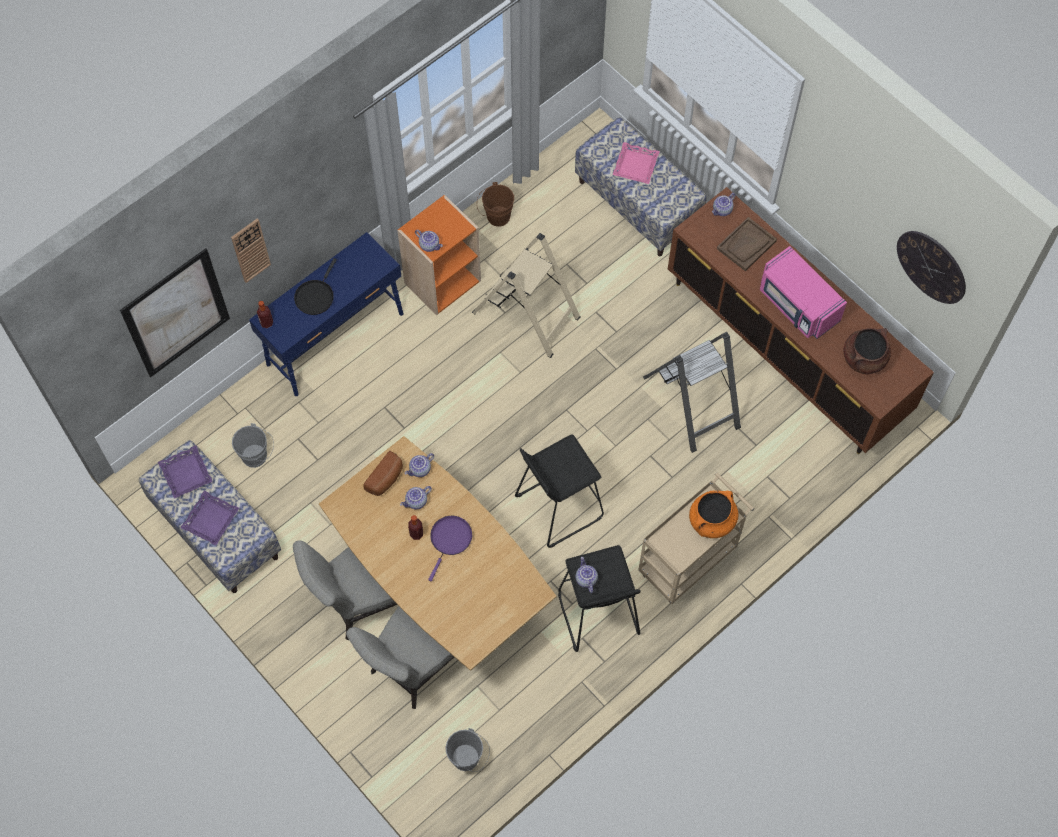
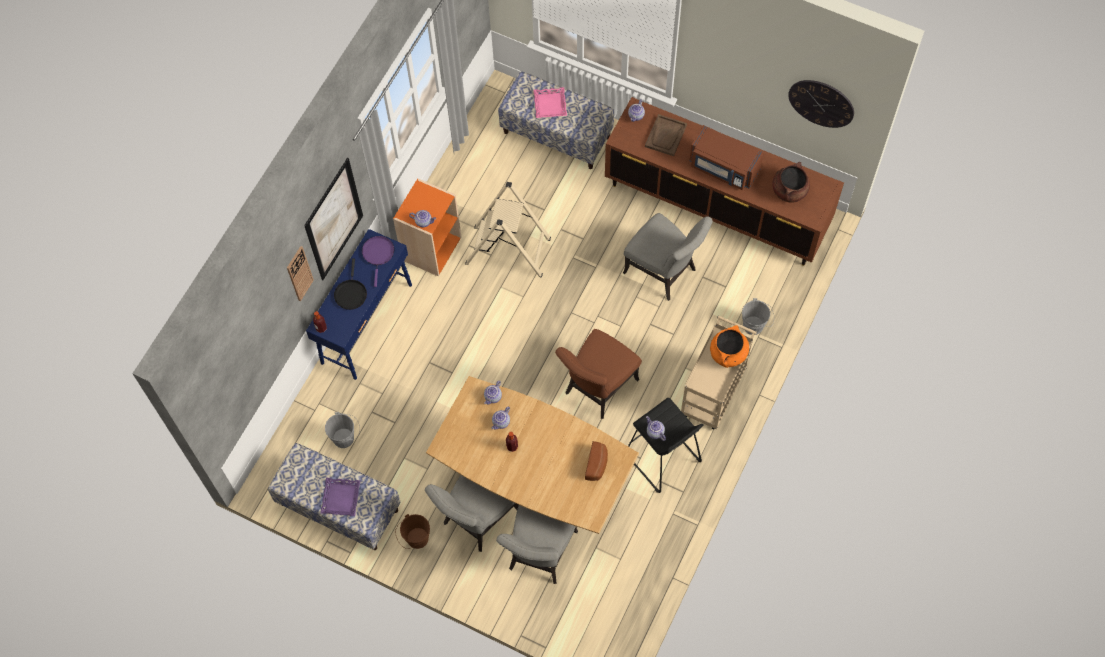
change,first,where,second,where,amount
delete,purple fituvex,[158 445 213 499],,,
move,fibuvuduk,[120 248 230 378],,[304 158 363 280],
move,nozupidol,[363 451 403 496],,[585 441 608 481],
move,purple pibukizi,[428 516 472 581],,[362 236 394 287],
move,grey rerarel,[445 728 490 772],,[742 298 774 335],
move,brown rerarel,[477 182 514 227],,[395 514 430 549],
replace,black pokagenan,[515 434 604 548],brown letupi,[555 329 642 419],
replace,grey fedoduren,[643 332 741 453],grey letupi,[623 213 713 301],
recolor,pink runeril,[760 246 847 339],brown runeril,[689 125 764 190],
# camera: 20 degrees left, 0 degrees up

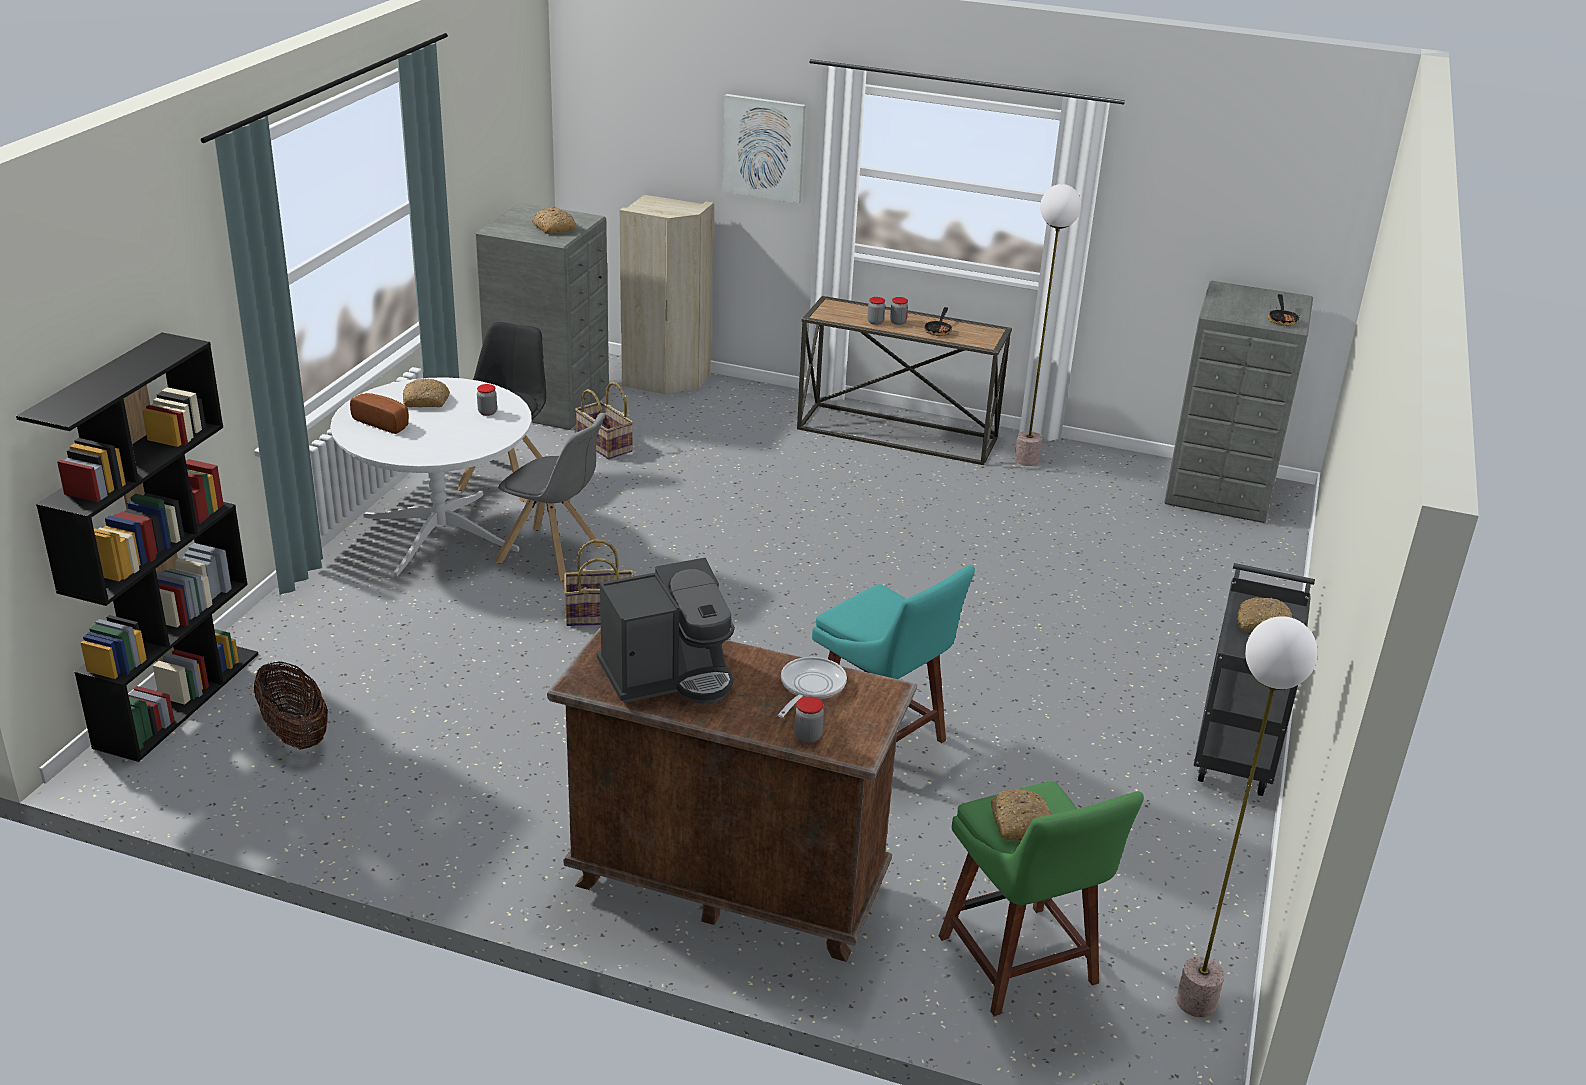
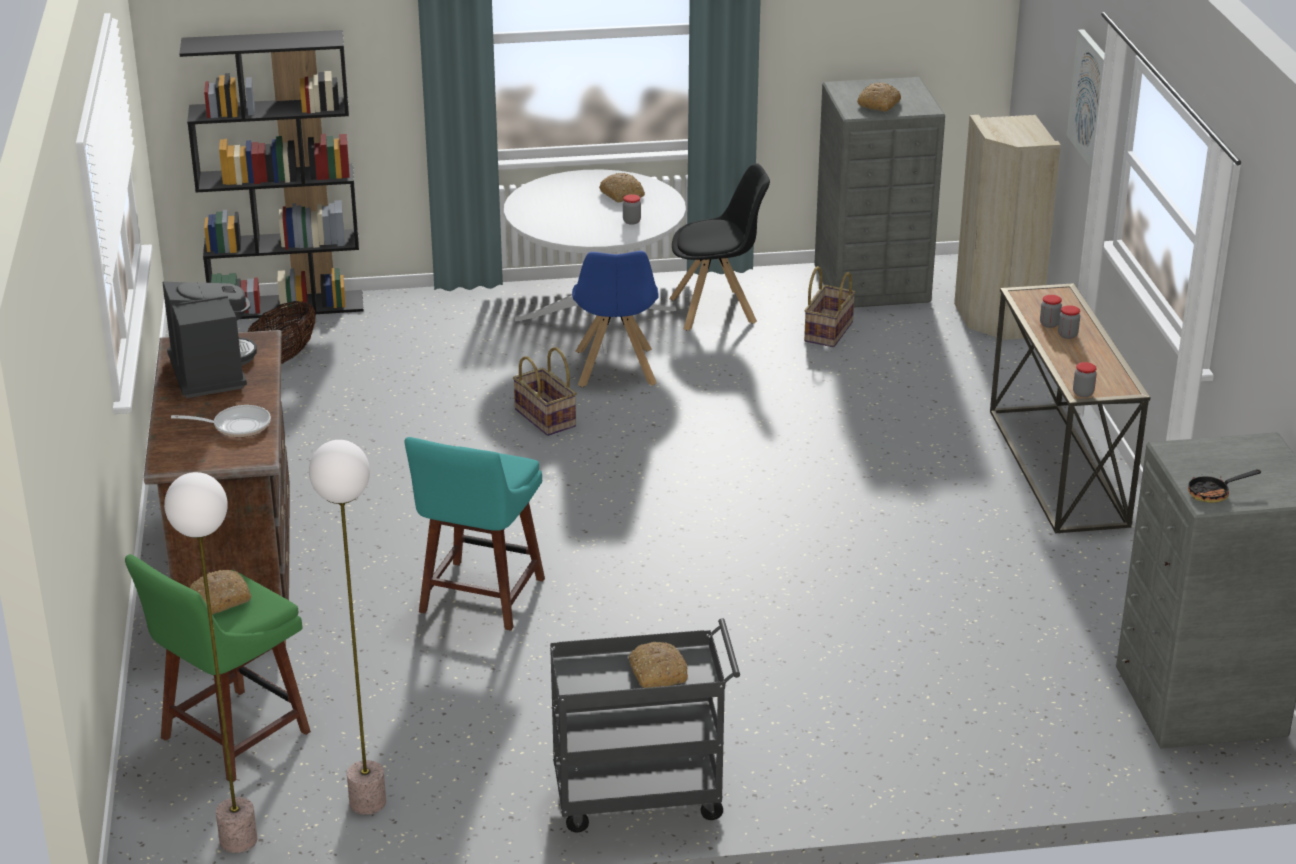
change,first,where,second,where,amount
delete,nozupidol,[350 393 409 434],,,
delete,pibukizi,[924 307 952 336],,,
move,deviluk,[794 696 824 743],,[1073 362 1097 397],
move,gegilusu,[1014 184 1081 466],,[309 440 386 815],
recolor,grey letupi,[495 413 606 581],blue letupi,[572 251 659 387],
rotate,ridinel,[597 558 735 704],,[163 281 257 398],150 degrees counterclockwise
# camera: 65 degrees right, 0 degrees up

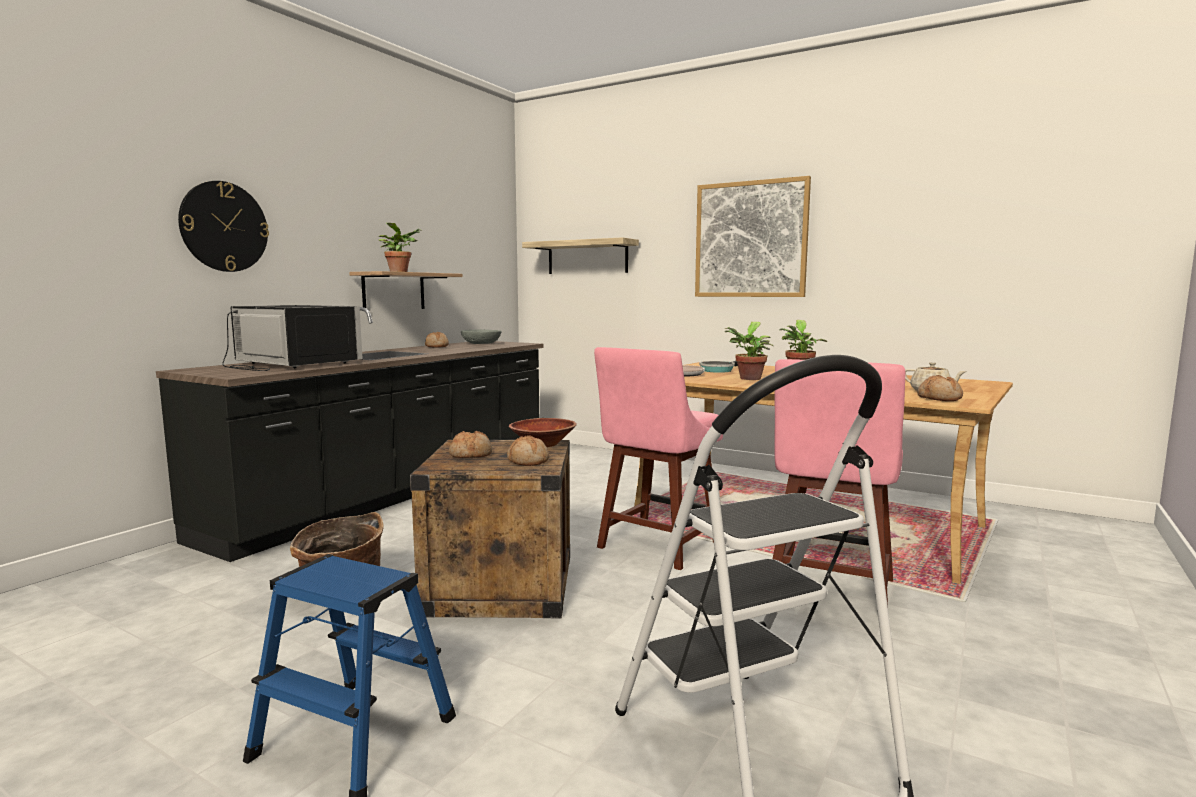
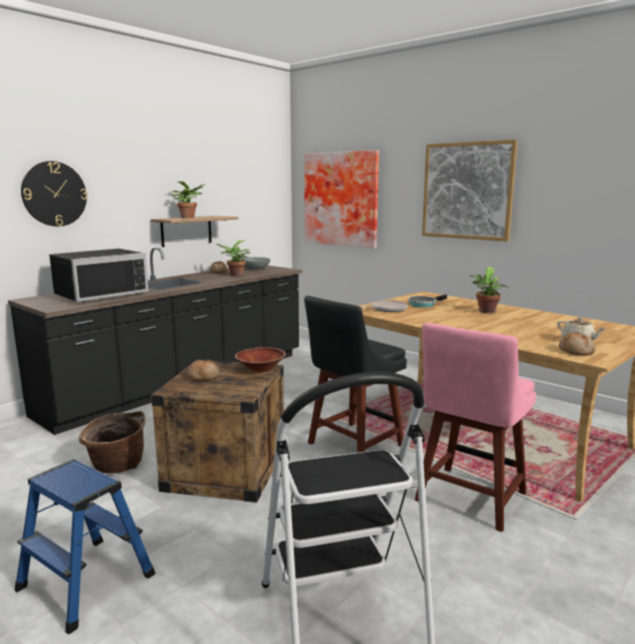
change,first,where,second,where,amount
delete,nozupidol,[507 435 549 466],,,
move,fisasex,[725 322 773 380],,[216 240 250 276],
replace,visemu,[522 237 639 274],fibuvuduk,[304 150 379 249],
recolor,pink letupi,[594 347 723 570],black letupi,[304 296 407 453],
rotate,black runeril,[222 305 363 371],,[49 249 148 302],90 degrees clockwise
# camera: 10 degrees right, 5 degrees up

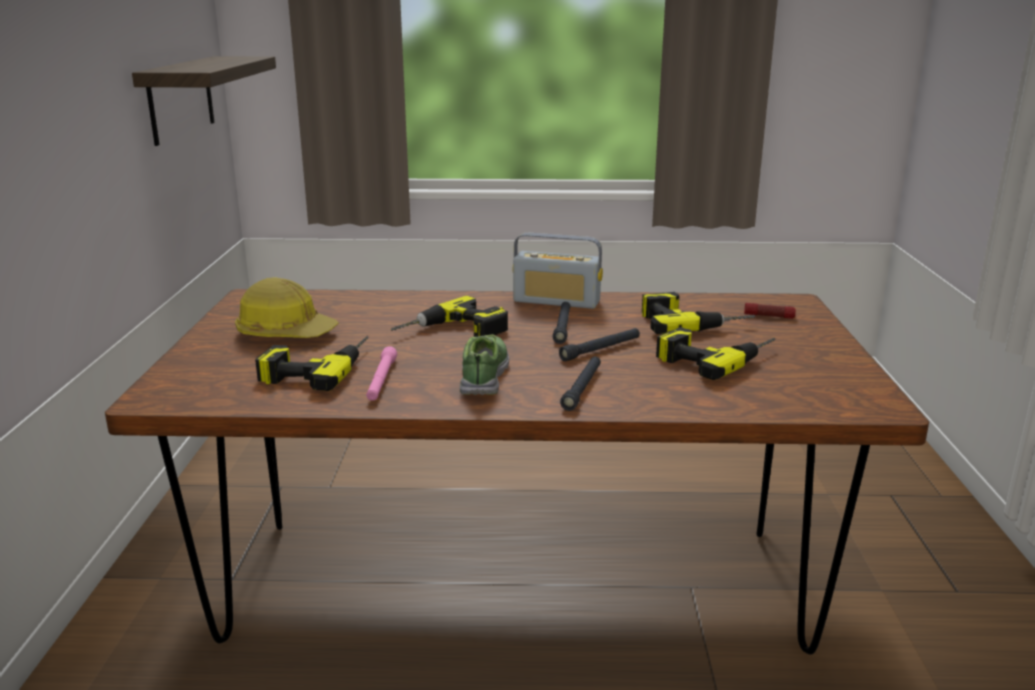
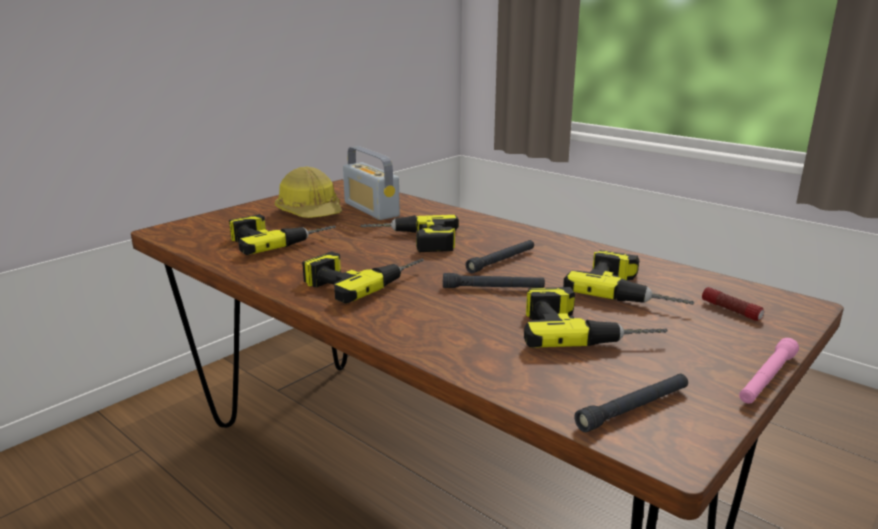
change,first,where,second,where,amount
delete,visemu,[132 56 276 146],,,
move,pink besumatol,[366 346 397 401],,[739 338 799 404],
move,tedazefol,[512 233 603 309],,[343 146 400 220],
move,black besumatol,[560 357 601 411],,[575 374 688 432],
replace,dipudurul,[460 334 509 395],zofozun,[302 251 424 304],
# camera: 40 degrees right, 0 degrees up

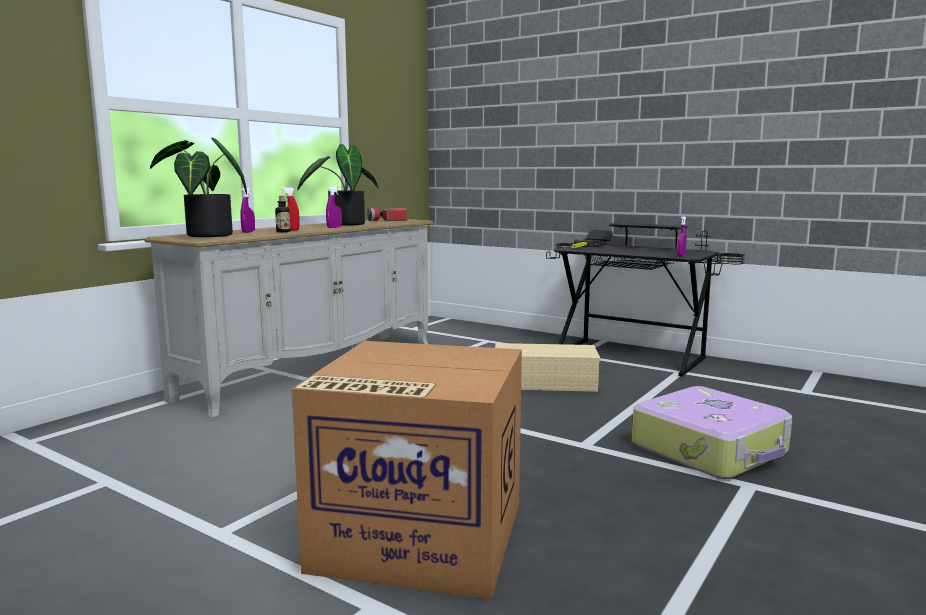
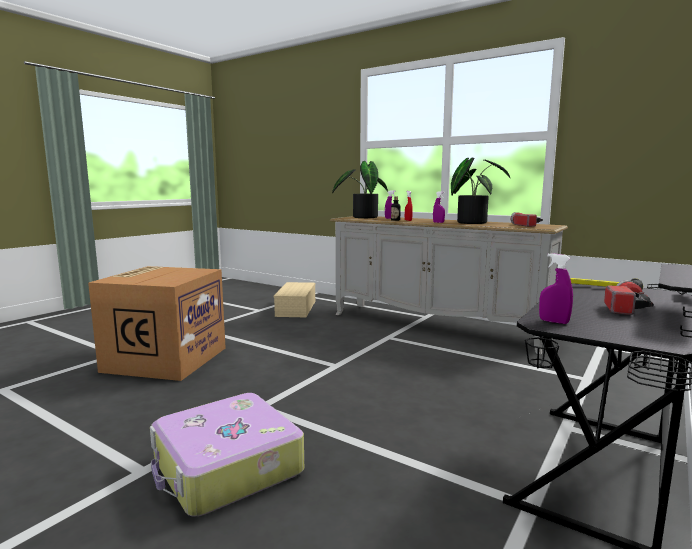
change,first,where,second,where,amount
insert,,,besumatol,[604 280 654 315],
move,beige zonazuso,[495 343 600 392],,[274 282 315 317],
# camera: 90 degrees right, 0 degrees up

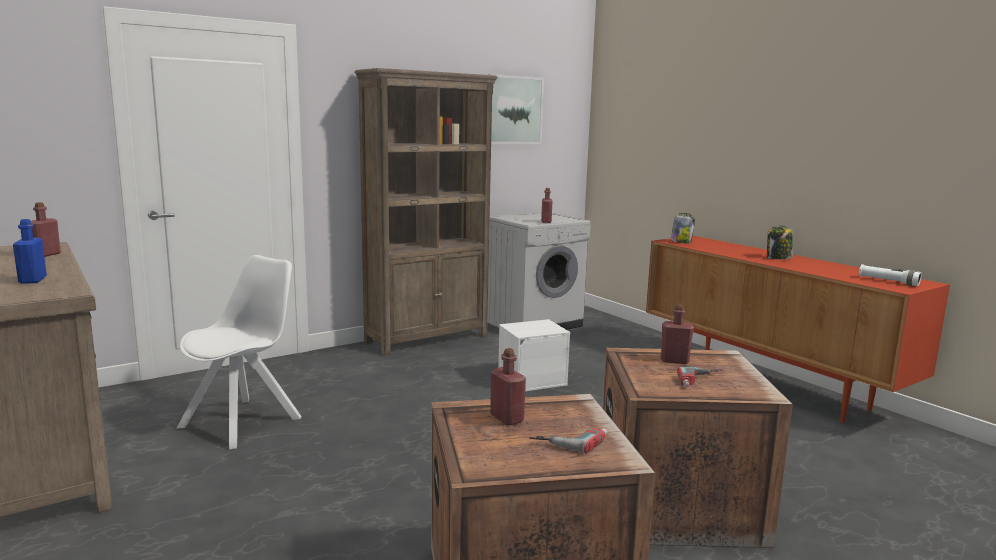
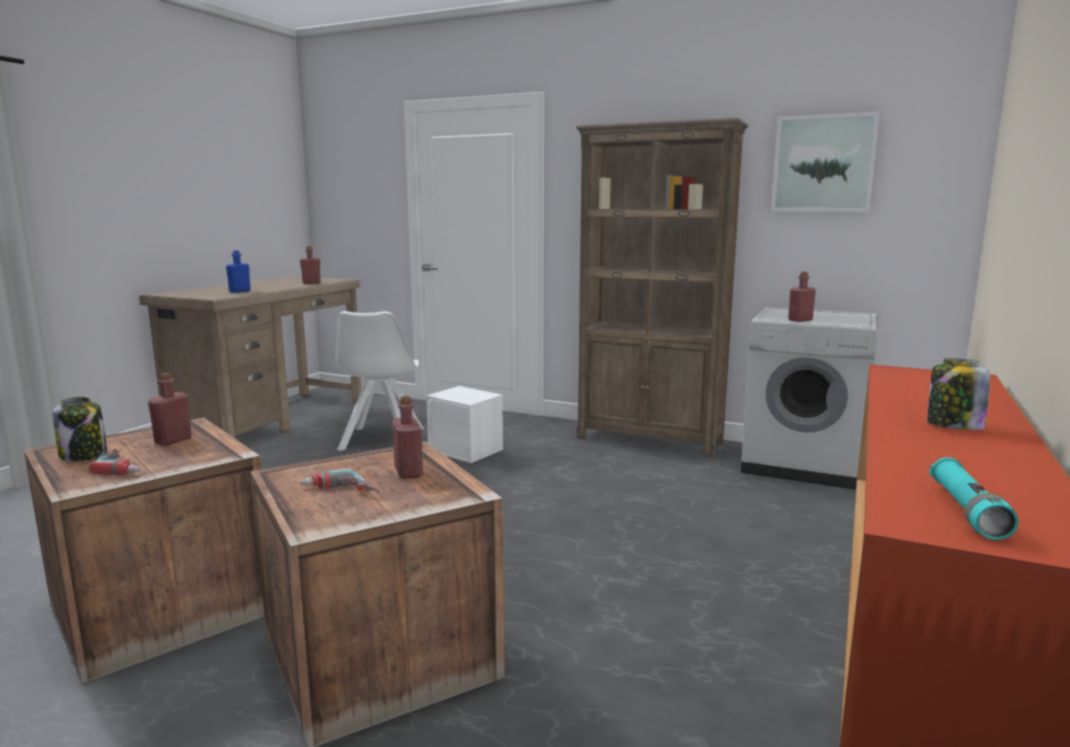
change,first,where,second,where,amount
move,white zonazuso,[498 319 570 391],,[425 386 503 463],
move,deviluk,[671 213 695 243],,[52 397 107 461],
recolor,white besumatol,[859 264 922 286],turquoise besumatol,[929 457 1019 540],
rotate,white letupi,[176 255 301 449],,[335 311 424 451],90 degrees clockwise
# camera: 60 degrees right, 0 degrees up

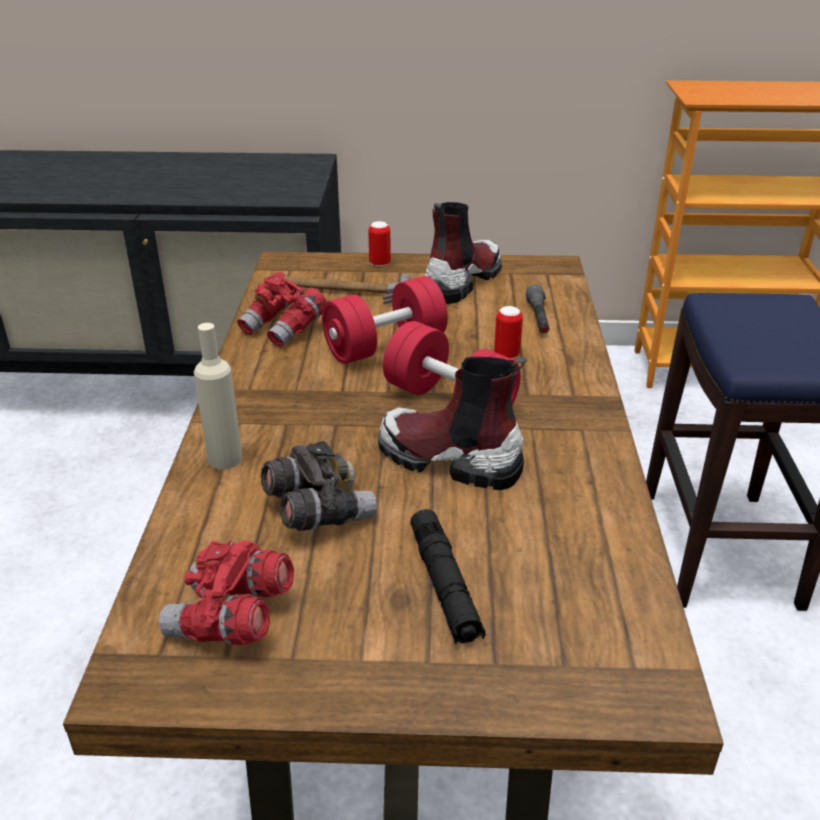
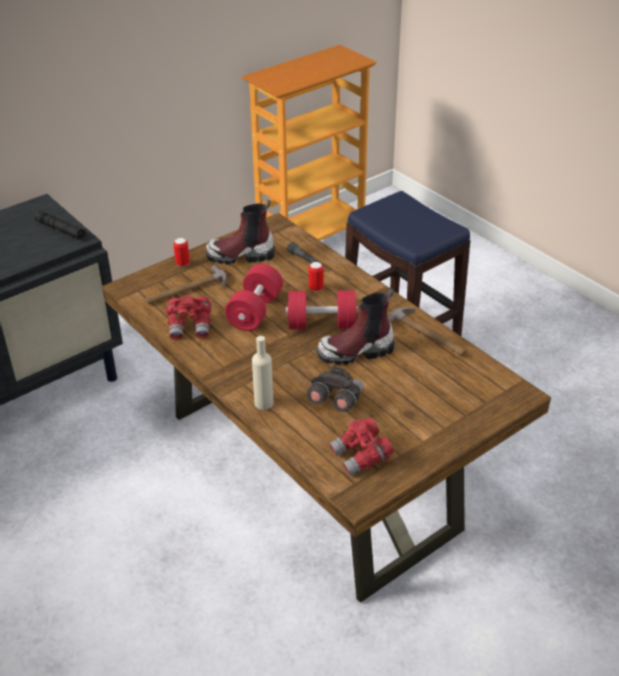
change,first,where,second,where,amount
insert,,,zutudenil,[387 308 467 356],
move,black besumatol,[410 509 486 644],,[34 211 86 240],
rotate,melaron,[425 202 502 304],,[206 200 275 265],90 degrees counterclockwise
# camera: 40 degrees left, 5 degrees up

